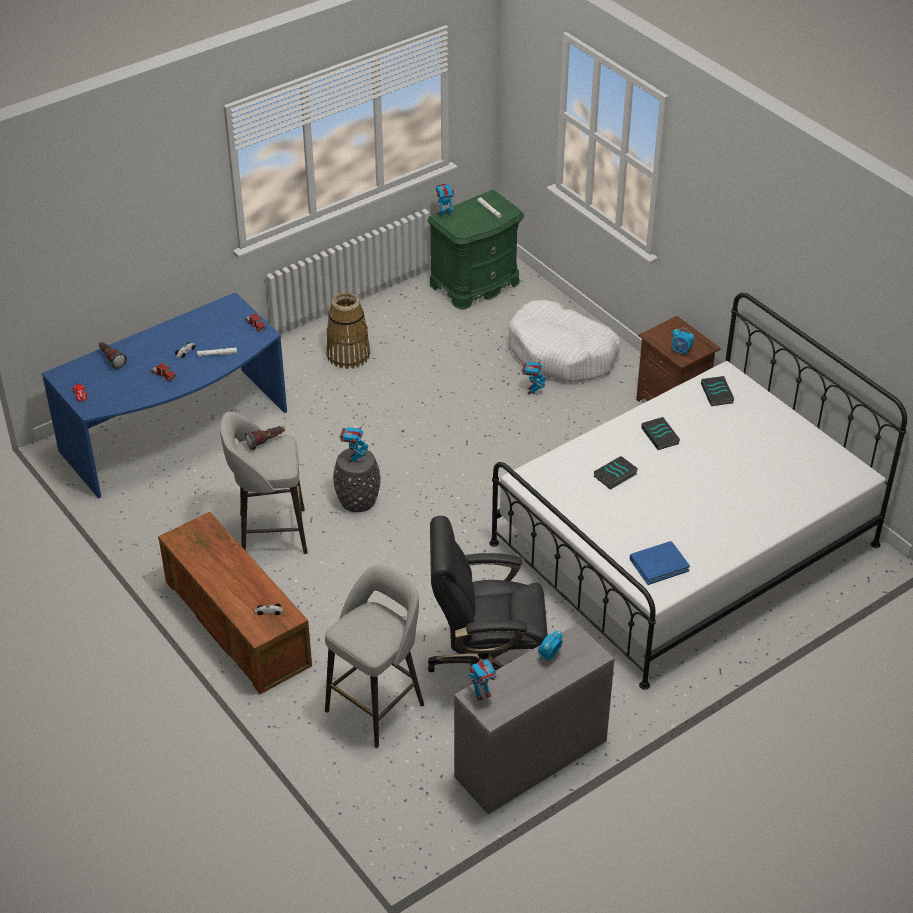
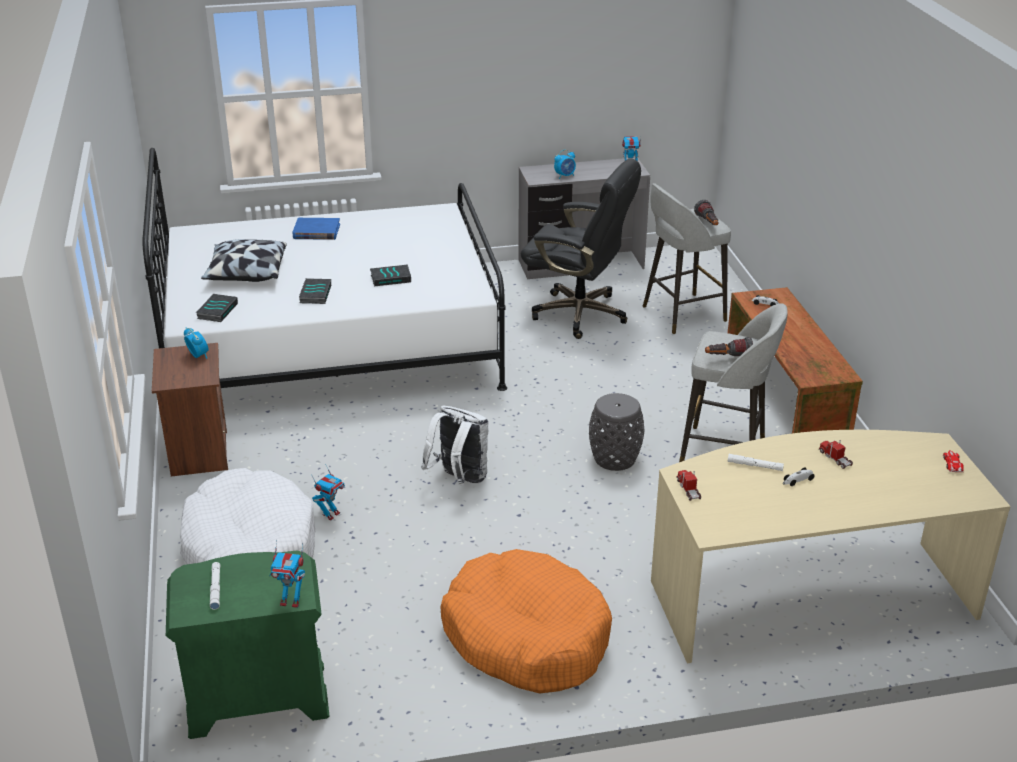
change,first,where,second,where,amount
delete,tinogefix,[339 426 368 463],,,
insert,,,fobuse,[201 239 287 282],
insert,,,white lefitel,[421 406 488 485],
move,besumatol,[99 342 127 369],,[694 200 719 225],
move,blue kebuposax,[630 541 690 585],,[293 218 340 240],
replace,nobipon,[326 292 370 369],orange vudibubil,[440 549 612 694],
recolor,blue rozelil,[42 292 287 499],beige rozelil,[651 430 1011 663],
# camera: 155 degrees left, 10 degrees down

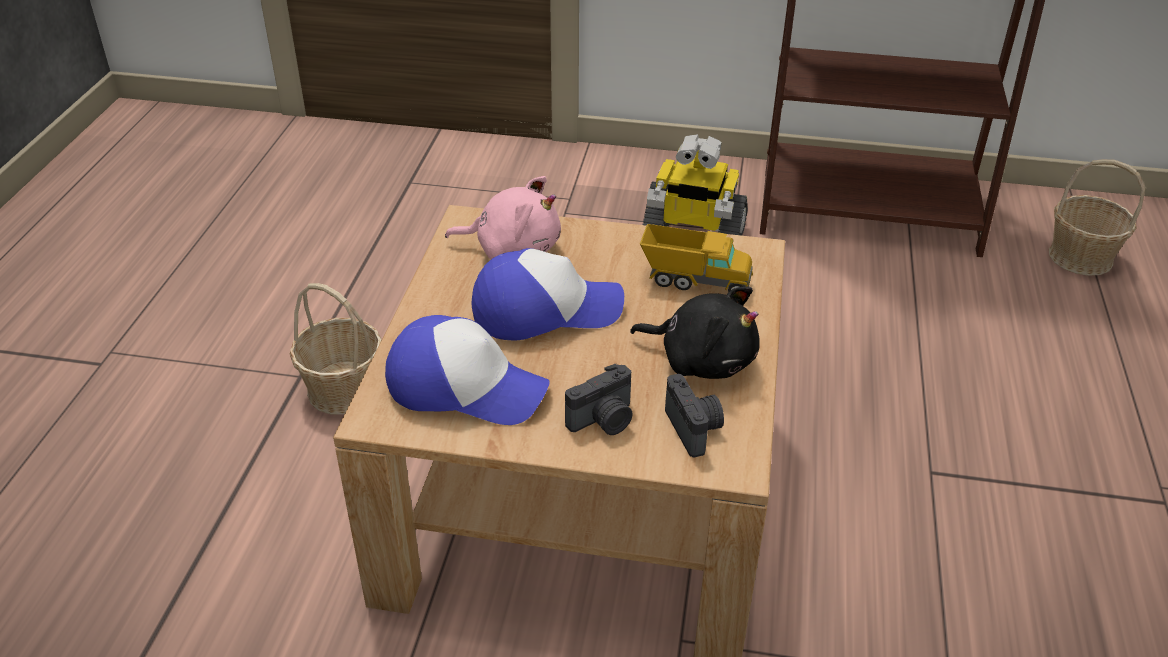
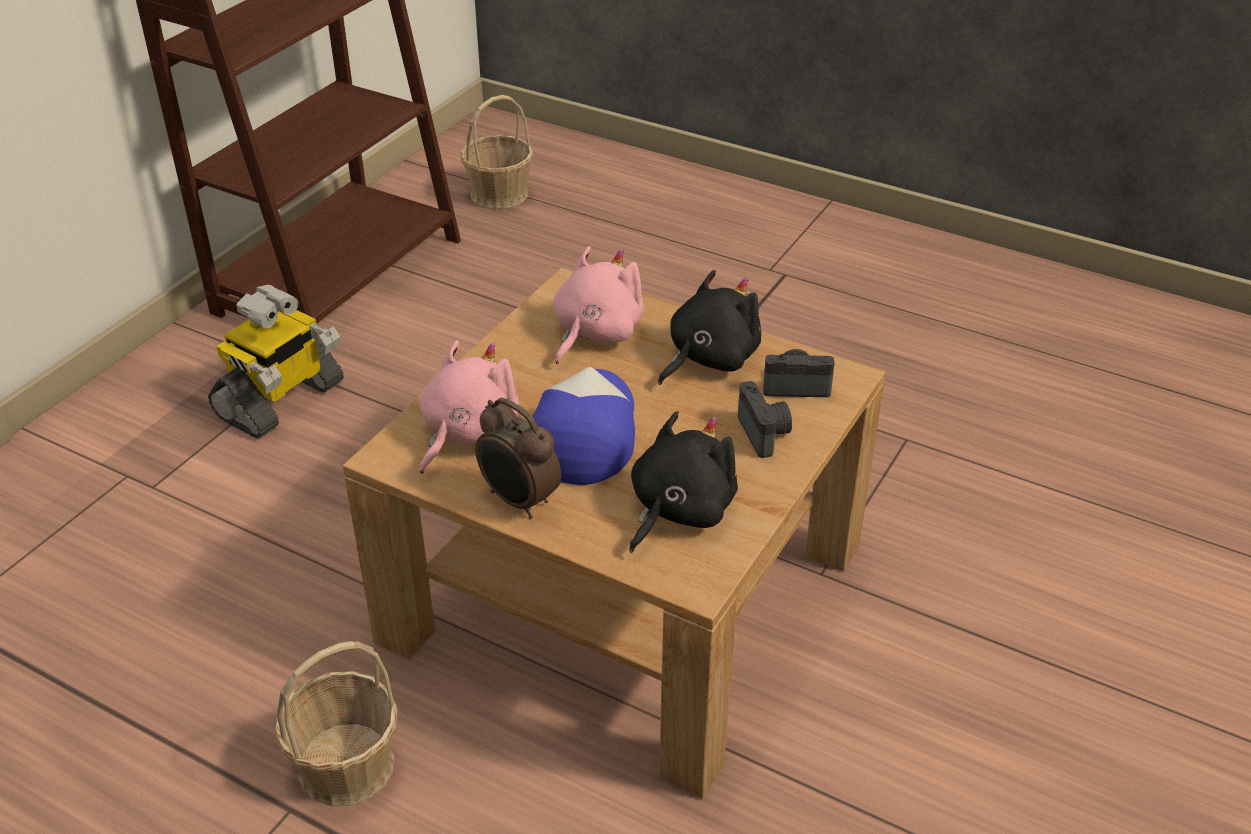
change,first,where,second,where,amount
insert,,,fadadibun,[475 398 561 519],
replace,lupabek,[385 315 549 425],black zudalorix,[629 411 738 553],
replace,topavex,[640 224 753 293],pink zudalorix,[553 246 644 364],
# camera: 70 degrees left, 0 degrees up

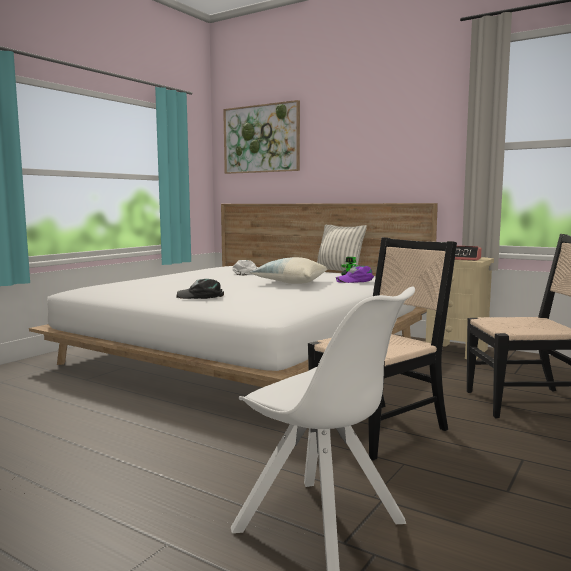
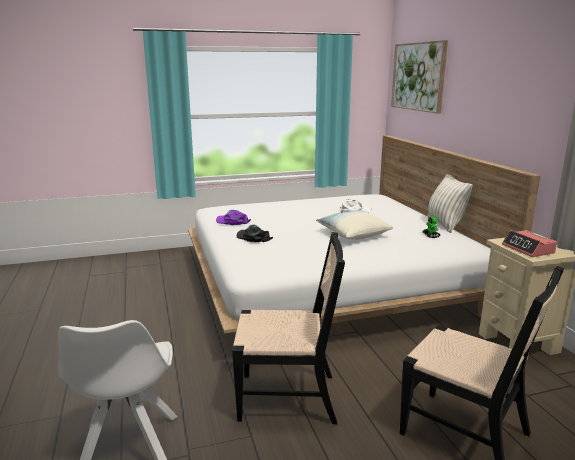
change,first,where,second,where,amount
move,purple lupabek,[336 266 374 283],,[216 210 251 225],
# camera: 40 degrees right, 10 degrees up

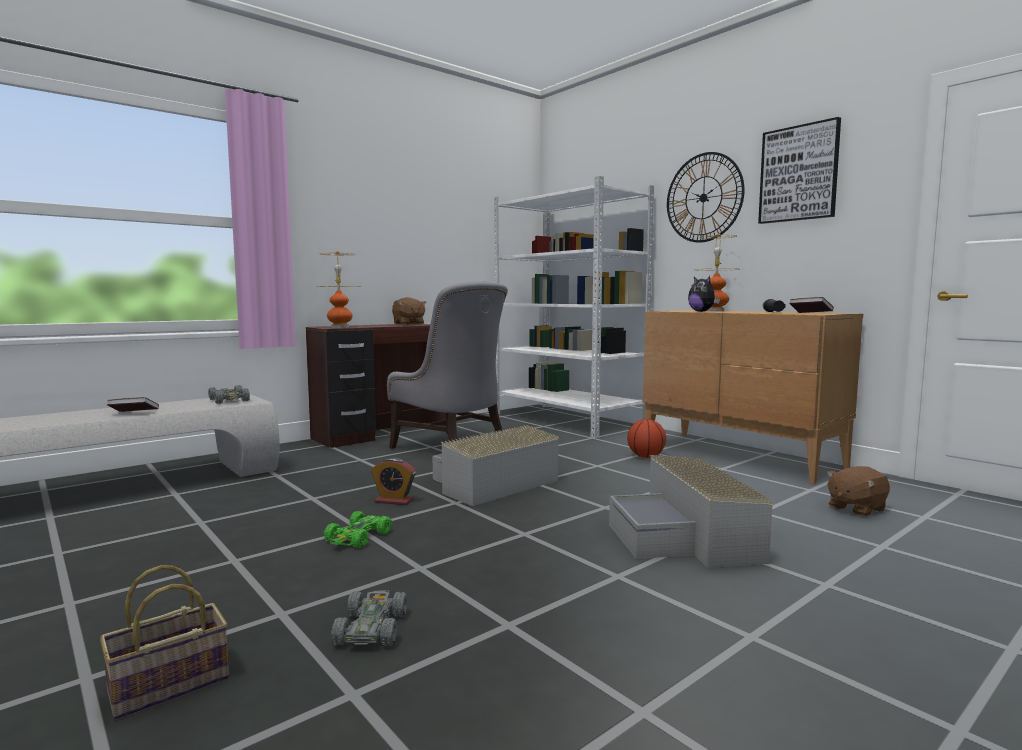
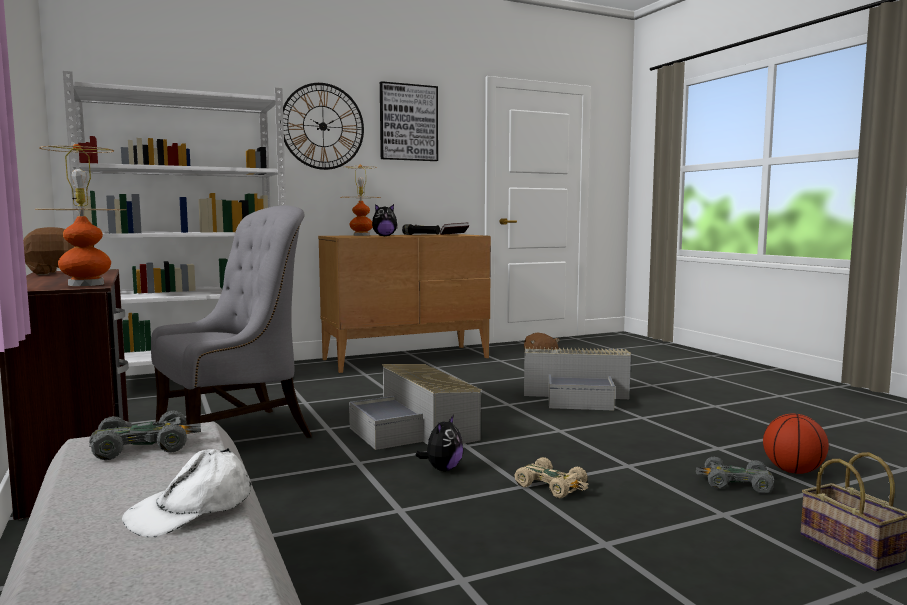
change,first,where,second,where,amount
move,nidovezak,[627 419 666 458],,[763 413 829 474],
replace,kebuposax,[107 397 159 412],white lupabek,[122 448 252 537],
replace,fadadibun,[371 457 416 505],zudalorix,[415 415 463 471],
recolor,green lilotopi,[324 511 392 548],beige lilotopi,[514 457 588 498],
# camera: 75 degrees left, 0 degrees up

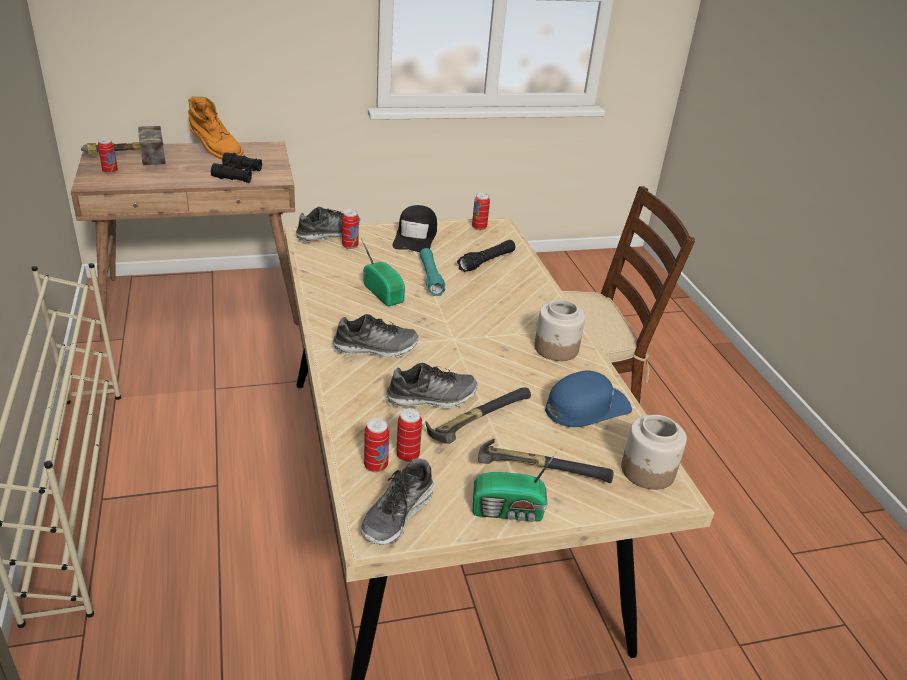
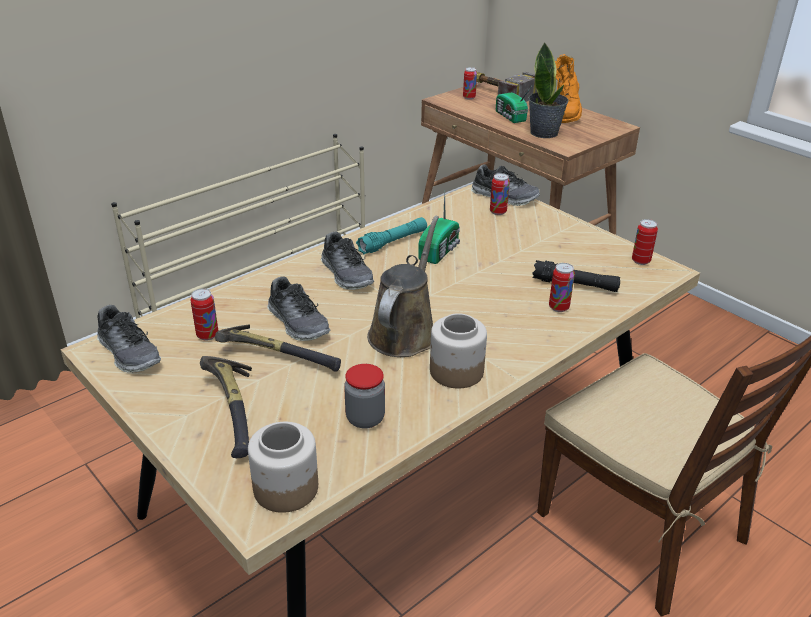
change,first,where,second,where,amount
delete,black lupabek,[392 205 437 252],,,
insert,,,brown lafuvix,[367 216 439 357],
move,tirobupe,[364 418 389 472],,[549 263 575 312],
move,turquoise besumatol,[420 248 445 296],,[356 217 427 255],
move,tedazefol,[473 452 557 522],,[496 86 532 123],
replace,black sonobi,[211 152 262 183],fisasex,[528 42 569 138],
replace,blue lupabek,[545 371 632 427],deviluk,[344 364 385 429],
rotate,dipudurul,[360 458 434 545],,[97 305 161 373],135 degrees counterclockwise
# camera: 65 degrees right, 0 degrees up

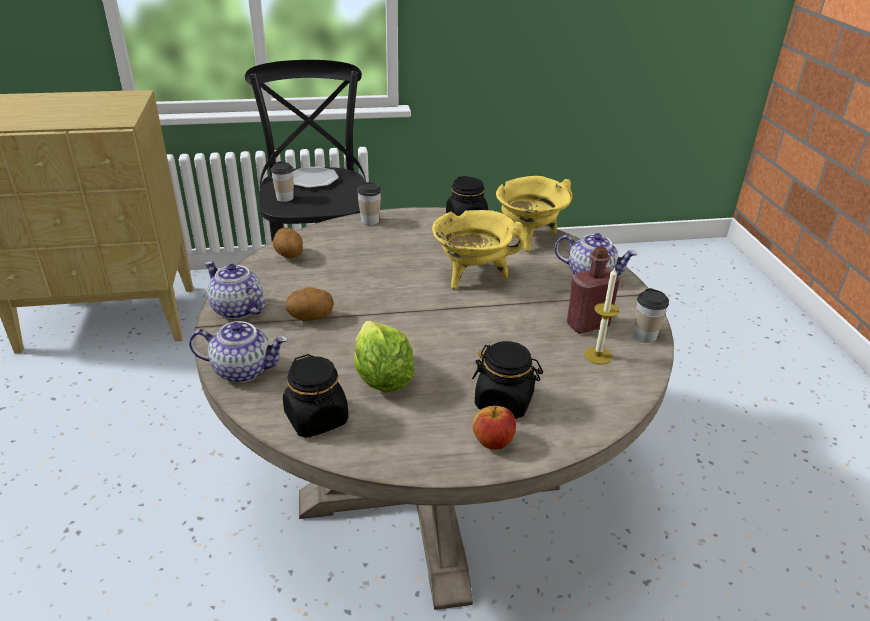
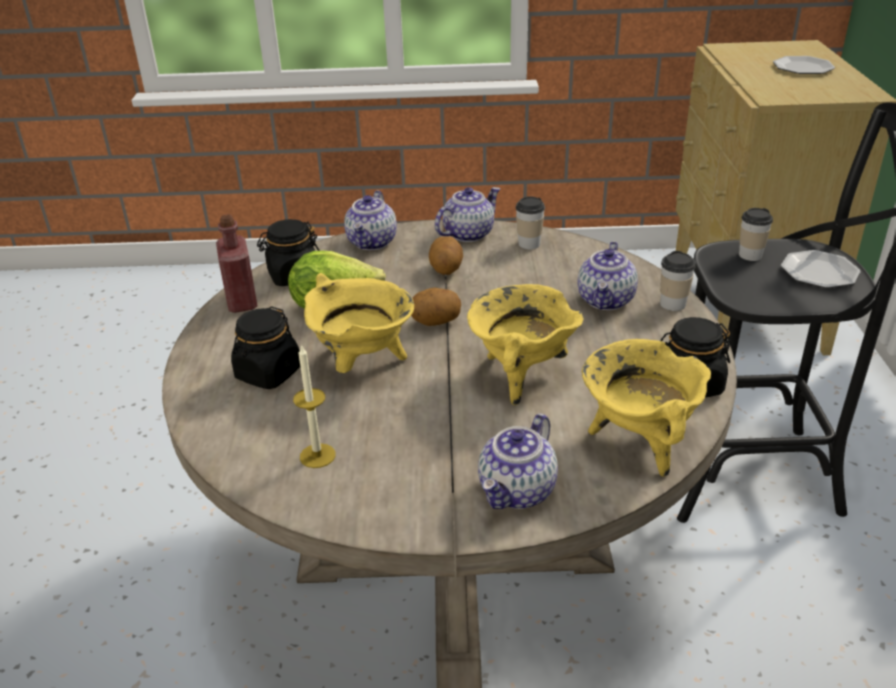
change,first,where,second,where,amount
delete,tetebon,[473 406 516 450],,,
insert,,,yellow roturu,[304 273 414 373],
insert,,,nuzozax,[578 241 638 310],
insert,,,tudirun,[773 56 835 74],
move,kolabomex,[273 227 303 258],,[411 287 461 326],
move,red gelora,[567 246 620 334],,[216 214 258 313],
move,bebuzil,[633 288 669 343],,[515 197 545 249],
# camera: 100 degrees right, 0 degrees up

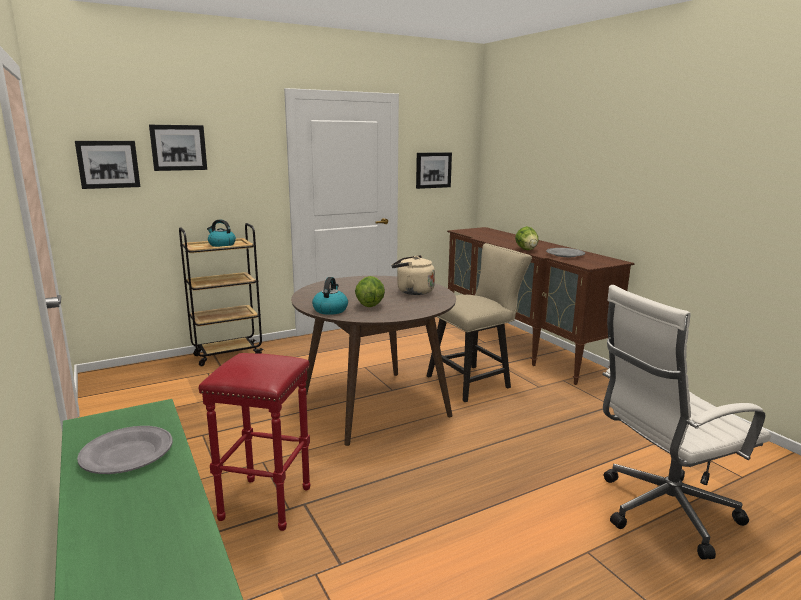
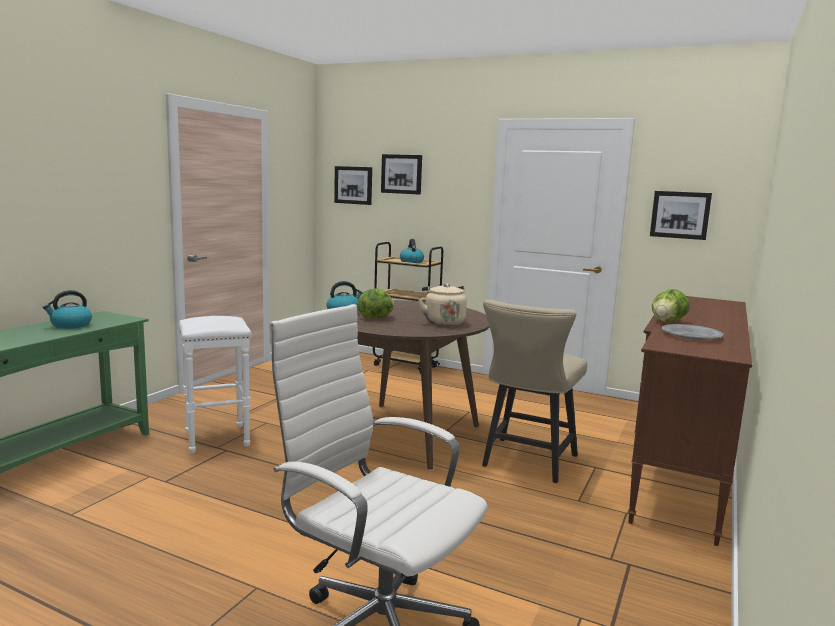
change,first,where,second,where,amount
replace,grey tudirun,[77 426 173 474],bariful,[43 290 92 329],
recolor,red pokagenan,[199 353 310 531],white pokagenan,[179 316 252 453],
rotate,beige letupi,[427 243 532 402],,[482 300 587 483],90 degrees clockwise
# camera: 55 degrees right, 5 degrees down

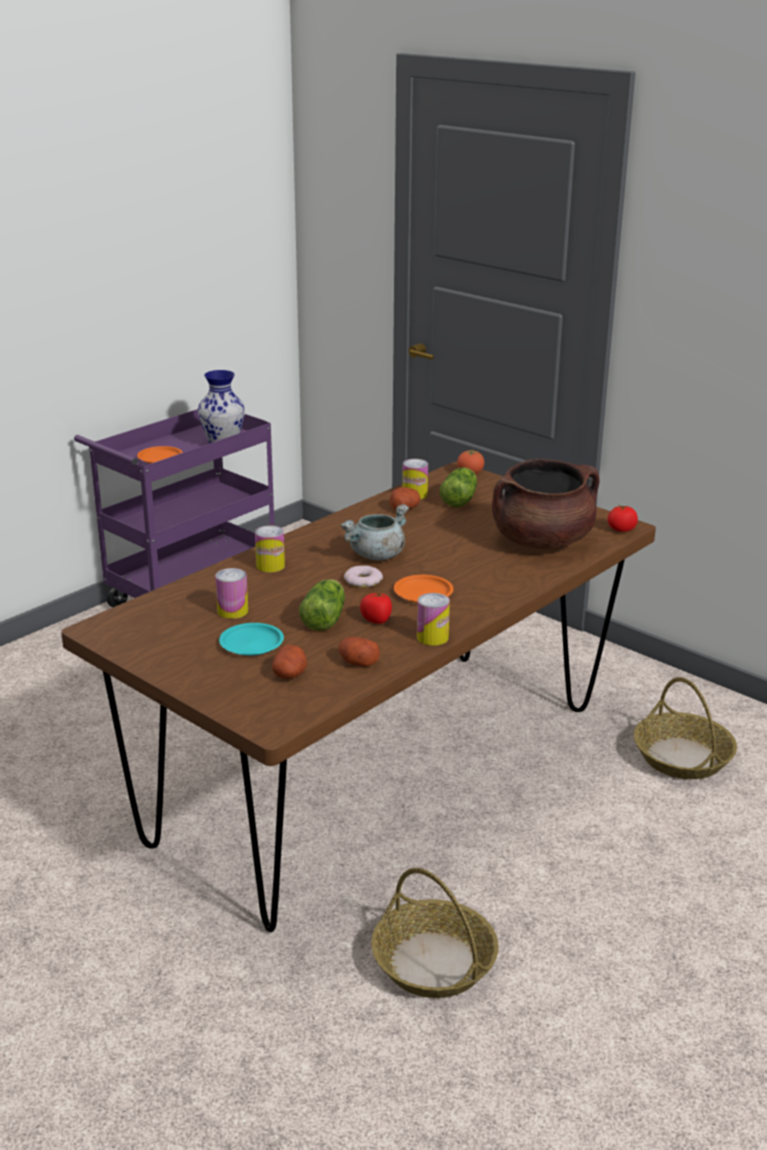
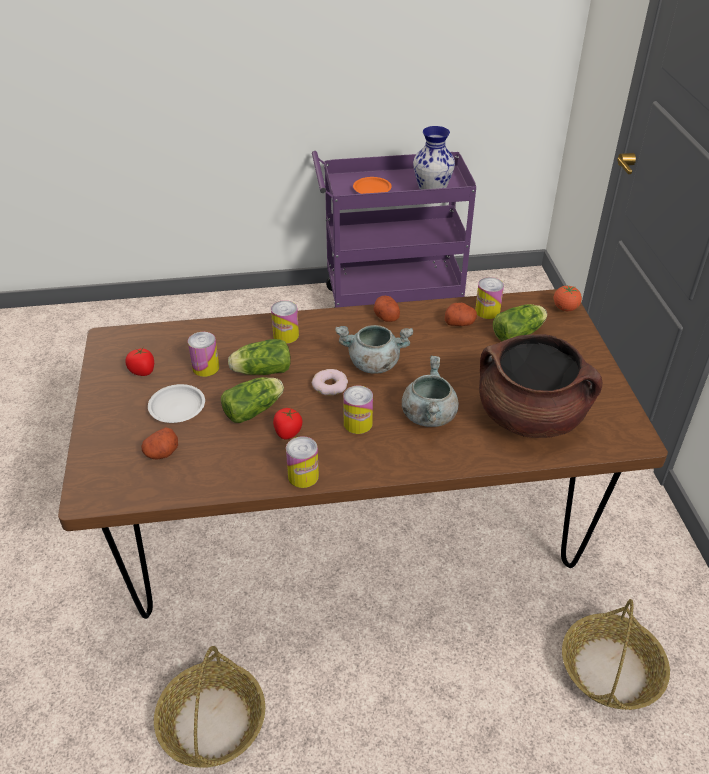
change,first,where,second,where,amount
insert,,,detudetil,[228 339 291 375],
insert,,,grey roturu,[402 356 459 427],
move,kolabomex,[339 637 380 667],,[374 296 400 322],
move,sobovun,[608 505 638 532],,[125 347 154 376],
replace,orange tudirun,[394 575 453 603],tirobupe,[343 386 373 434],
recolor,turquoise tudirun,[219 623 284 656],white tudirun,[148 384 205 423],
# camera: 40 degrees right, 15 degrees up

